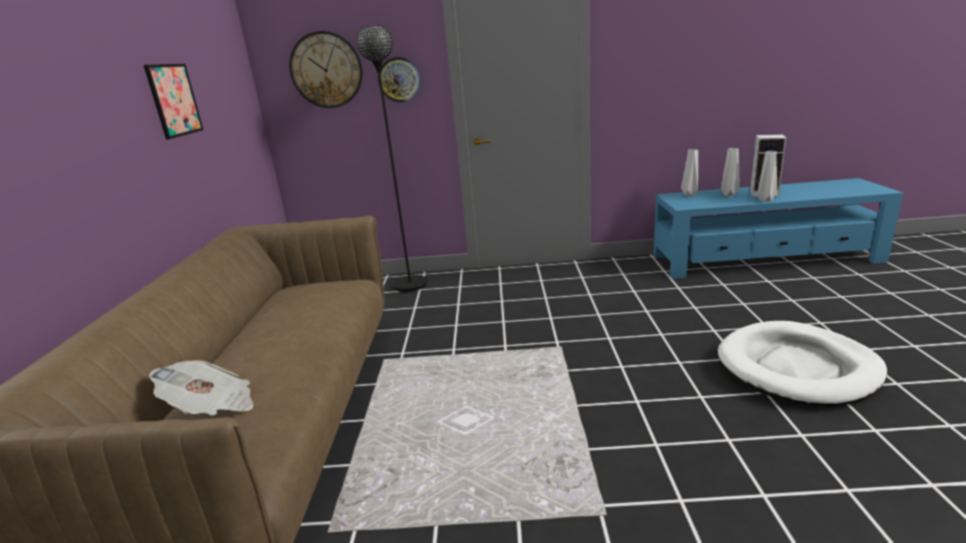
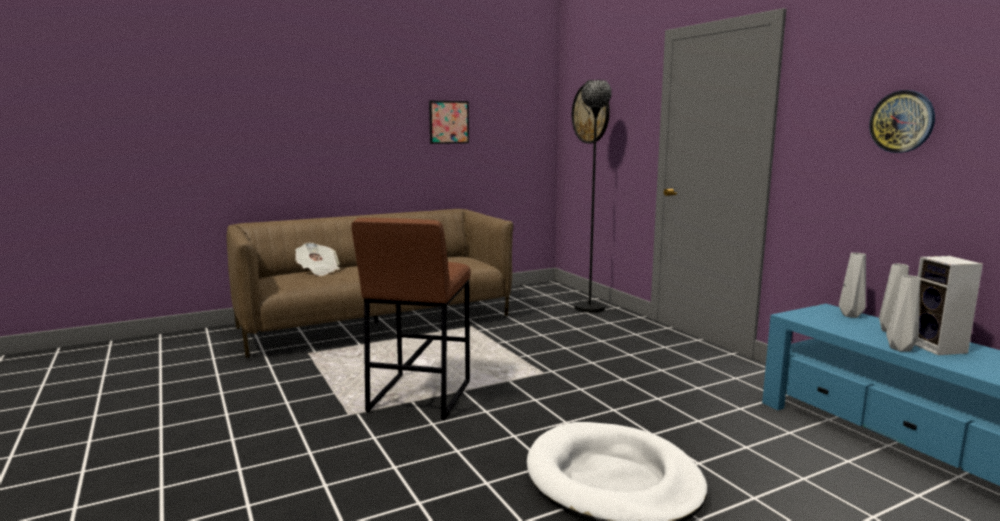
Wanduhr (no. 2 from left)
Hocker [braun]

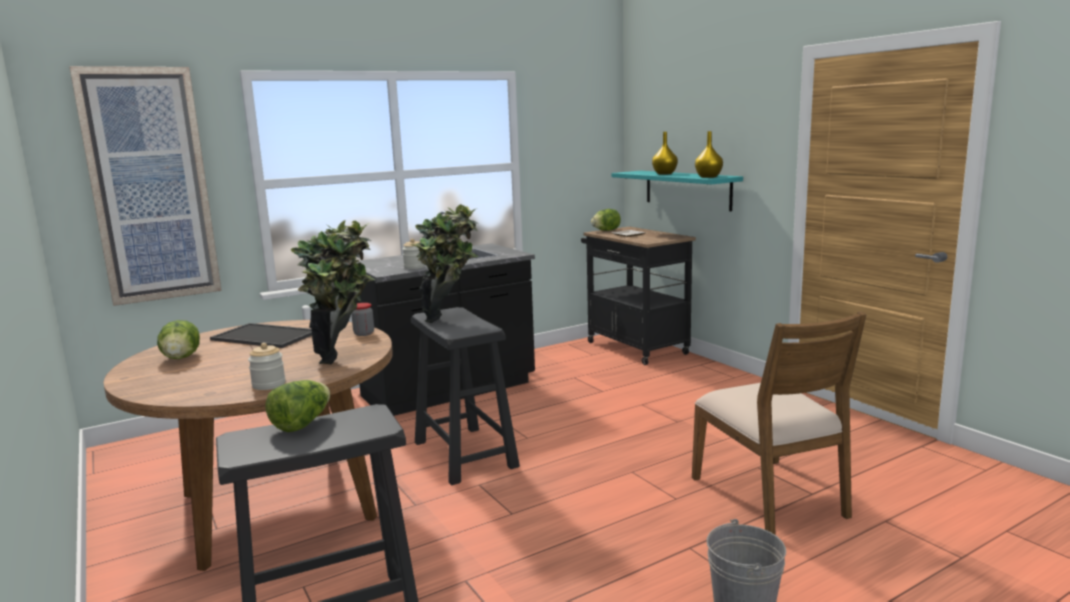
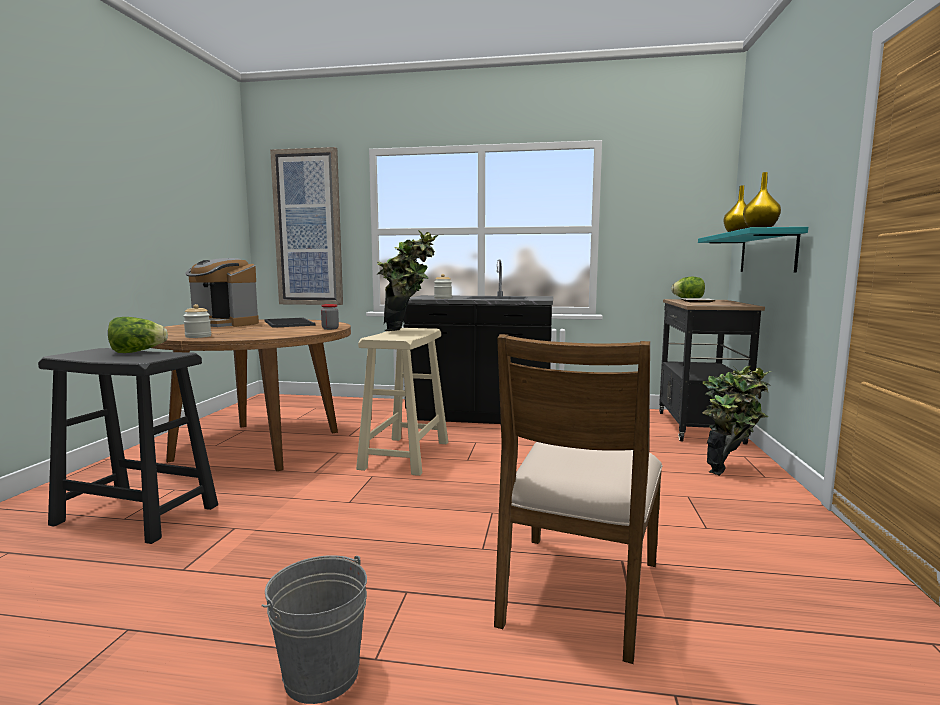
Kaffeemaschine
Topfpflanze (no. 2 from left)
Hocker [beige]

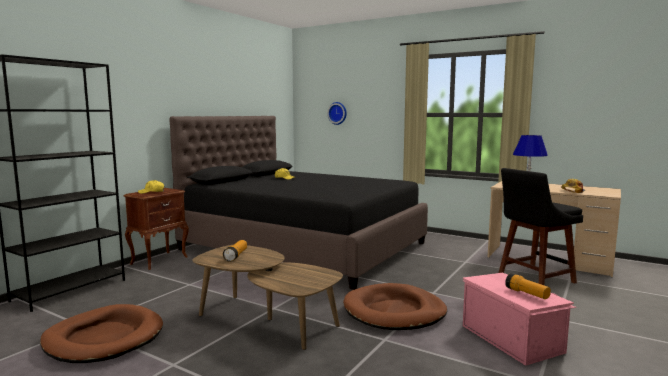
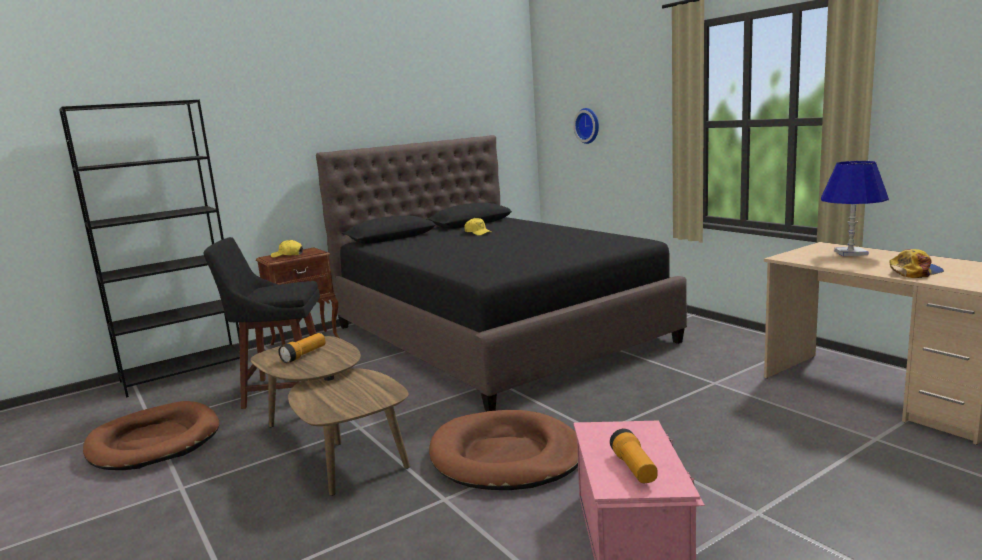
Hocker [schwarz]

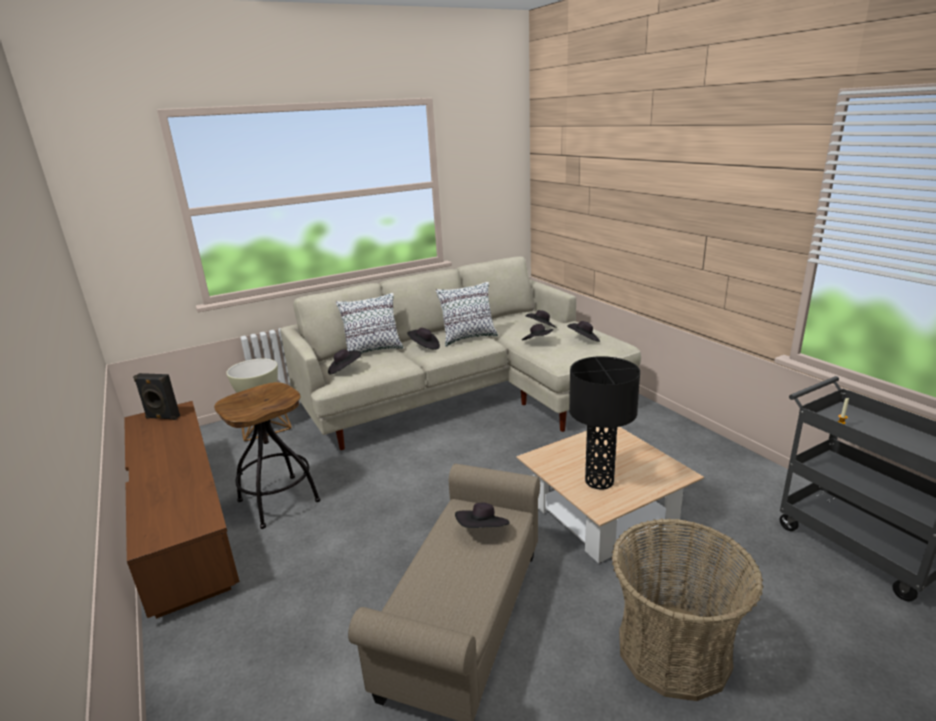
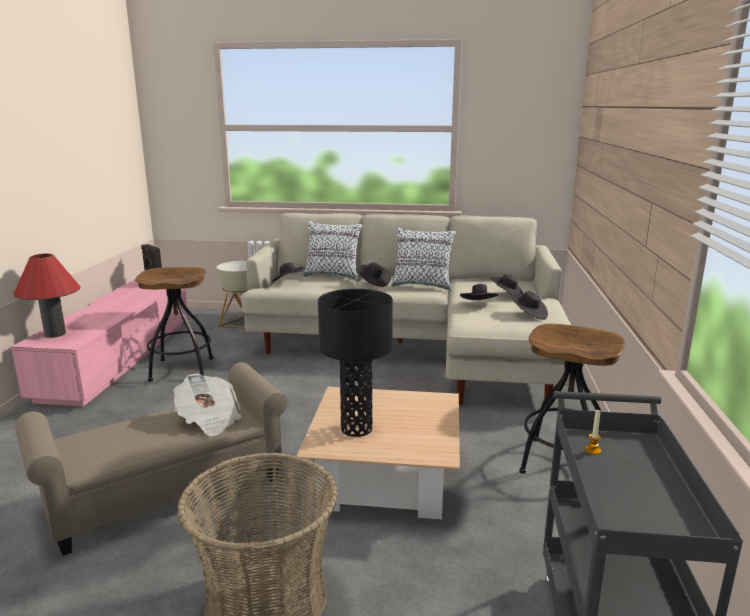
Fernsehschrank [rosa]
Zeitung
Tischlampe [rot]
Hocker [braun] (no. 2 from left)

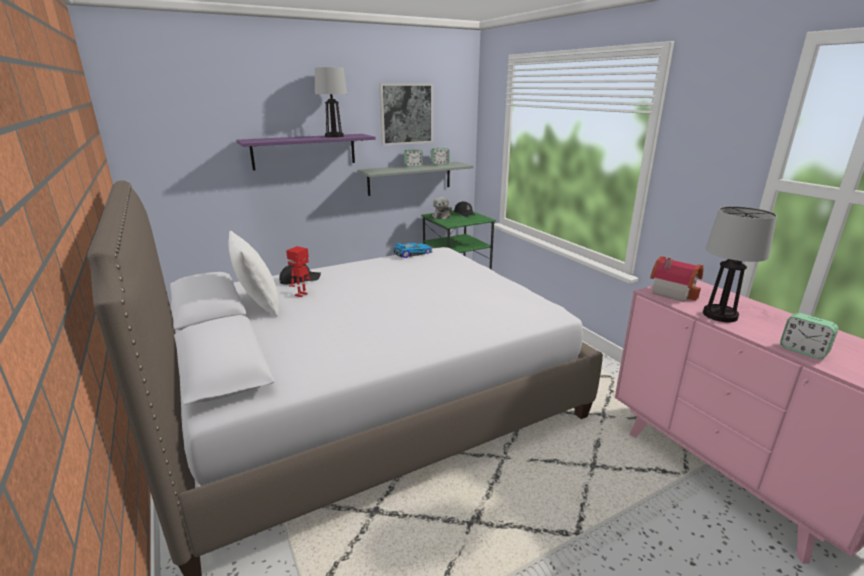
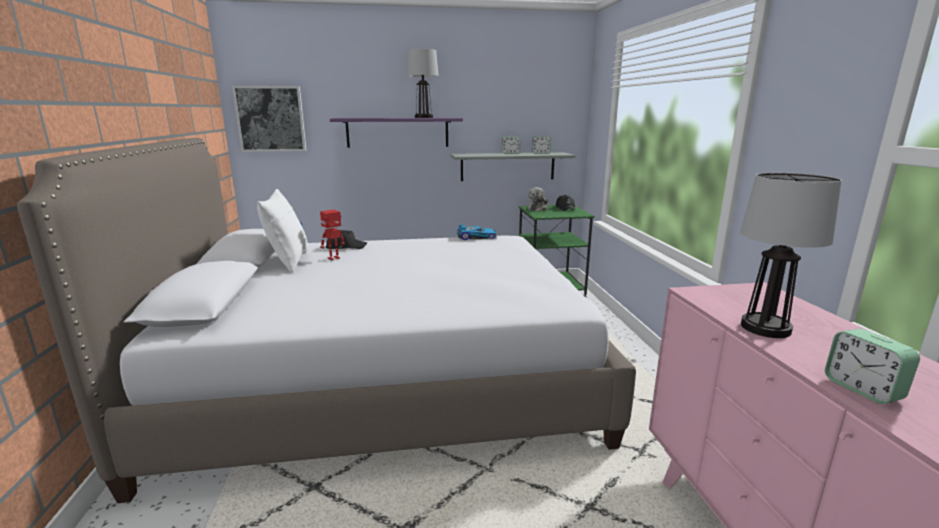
Bild
Spielzeughaus

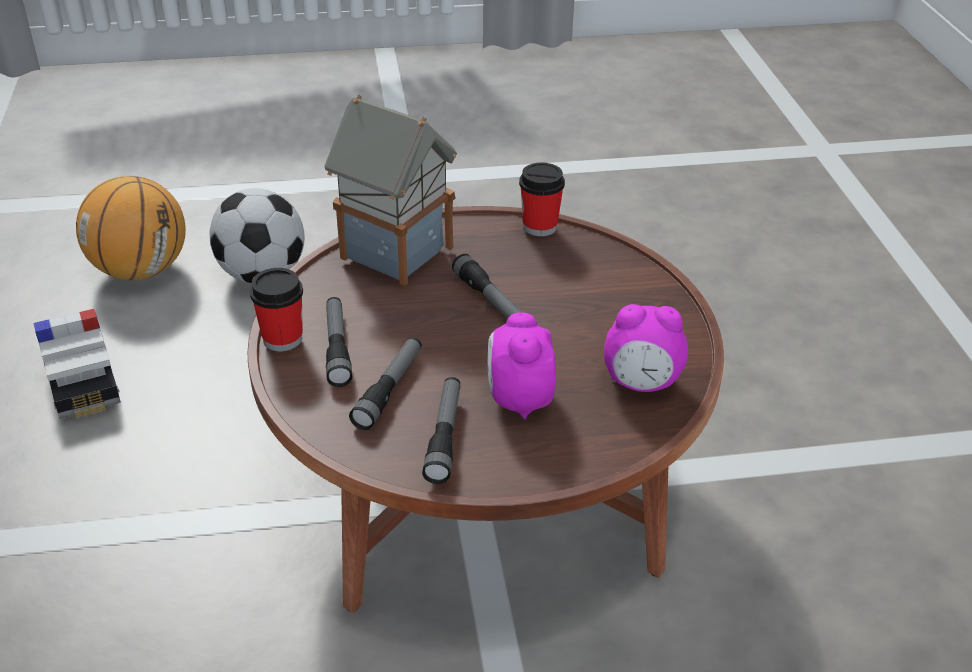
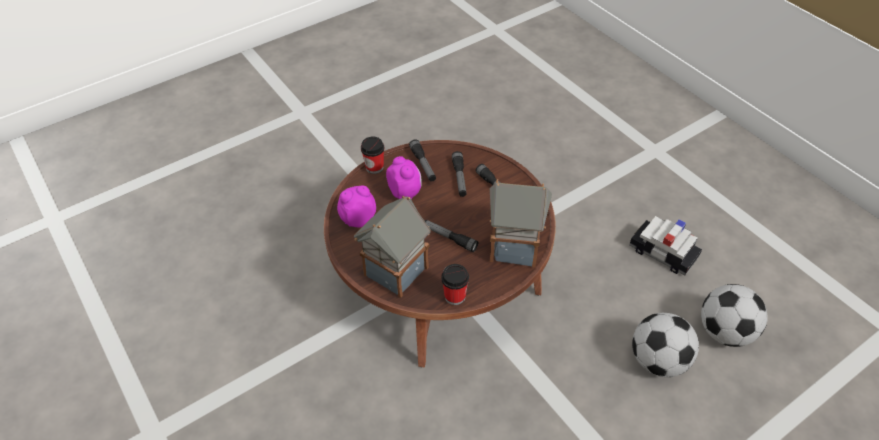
Fußball (no. 2 from left)
Tasse (no. 1 from left)
Spielzeughaus (no. 1 from left)

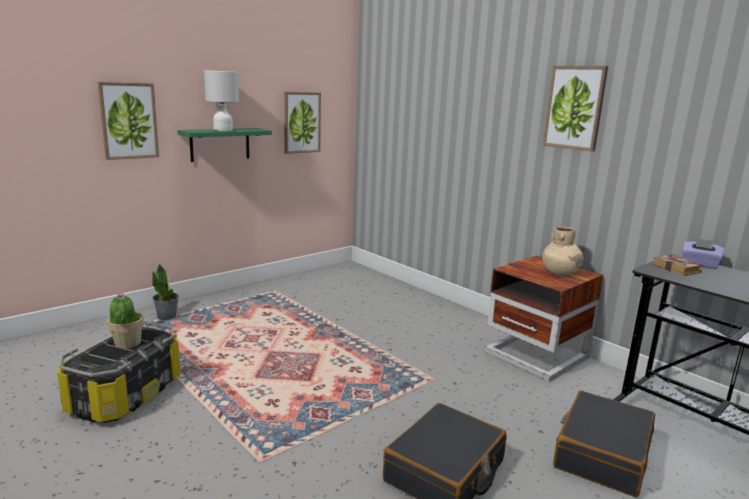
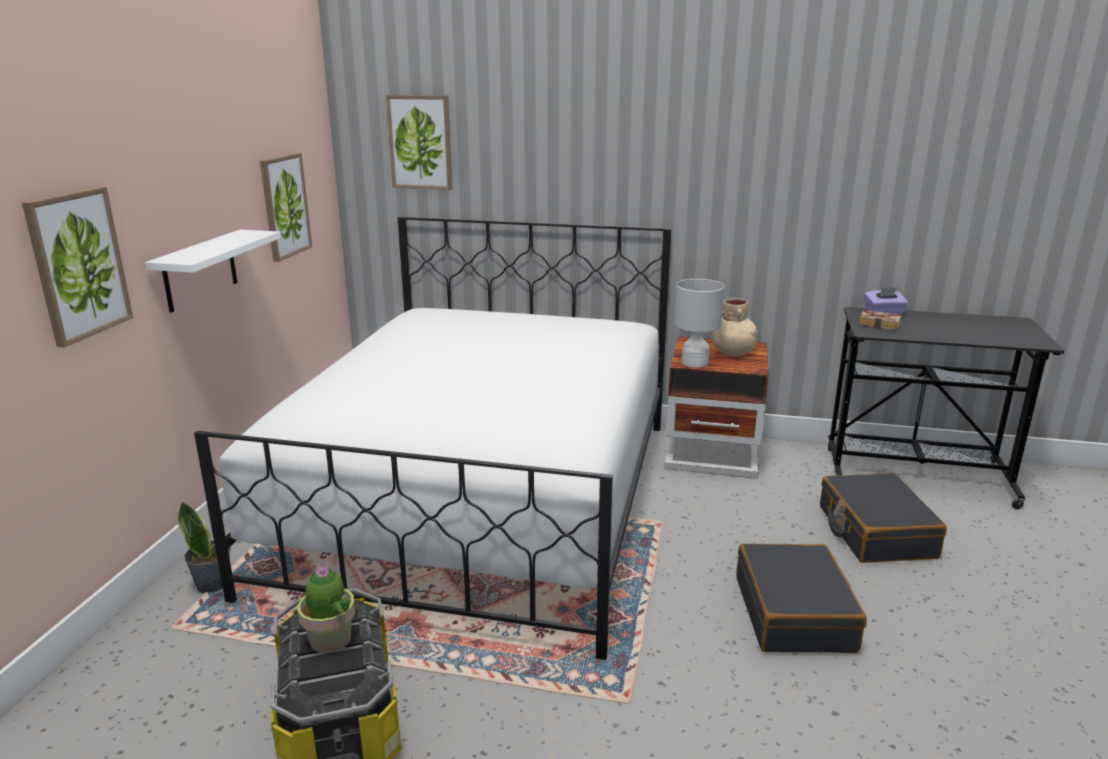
Wandregal [weiß]
Tischlampe [grau]
Bild (no. 3 from left)
Bett [weiß]

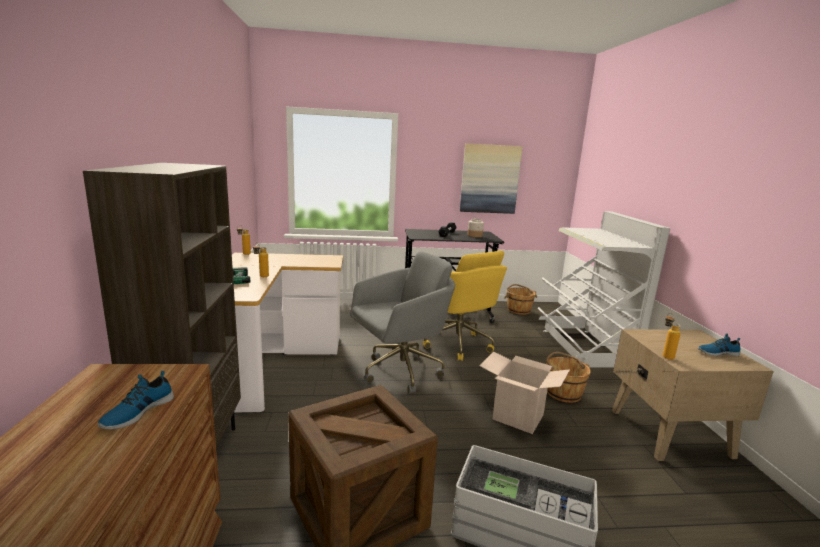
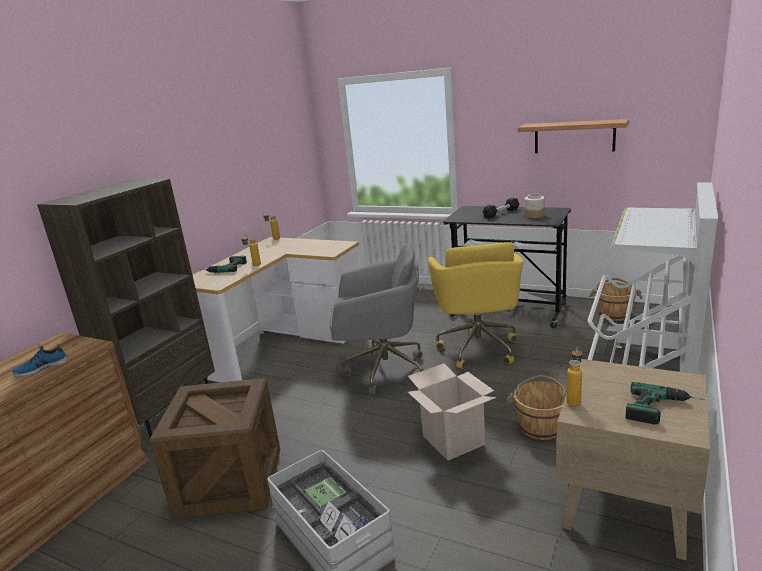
Wandregal
Bohrmaschine (no. 2 from left)

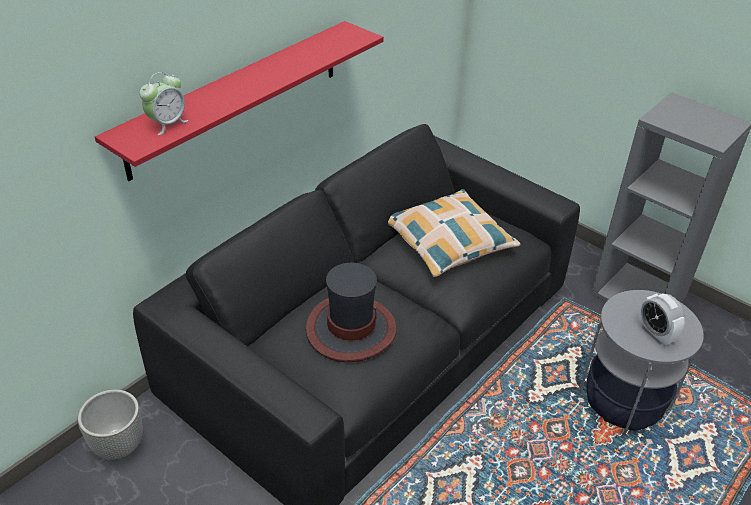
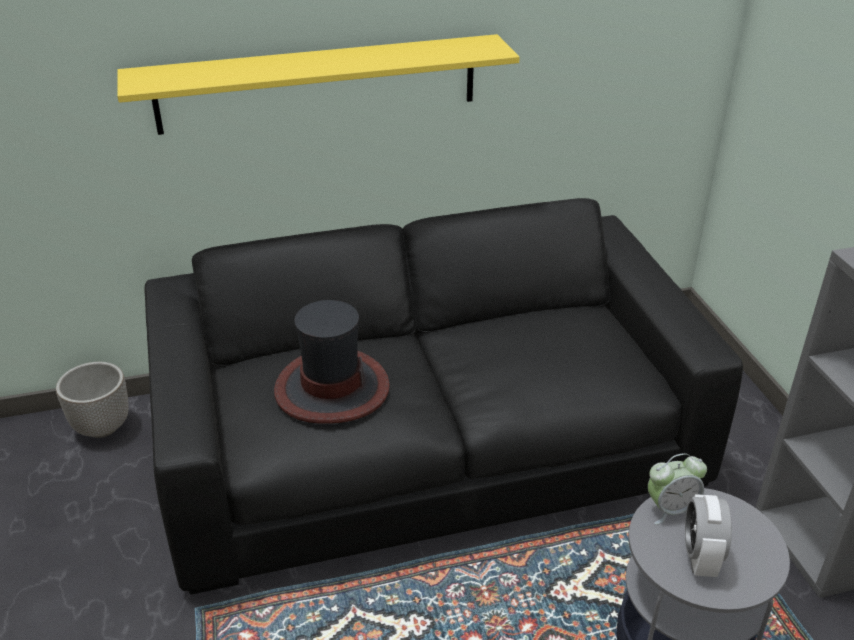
Wandregal [gelb]
Wecker (no. 1 from left)
Kissen

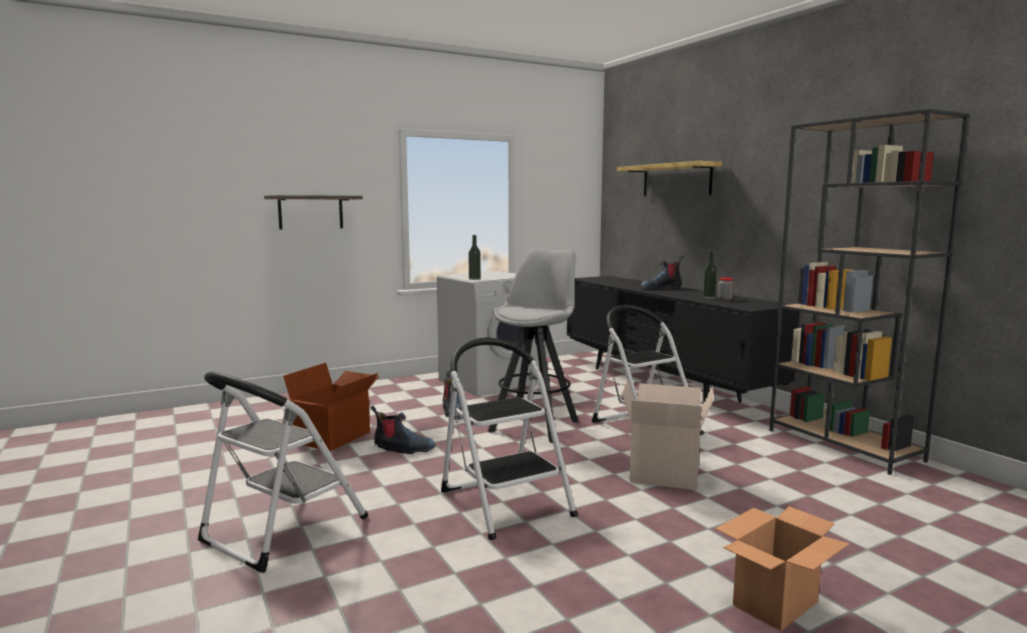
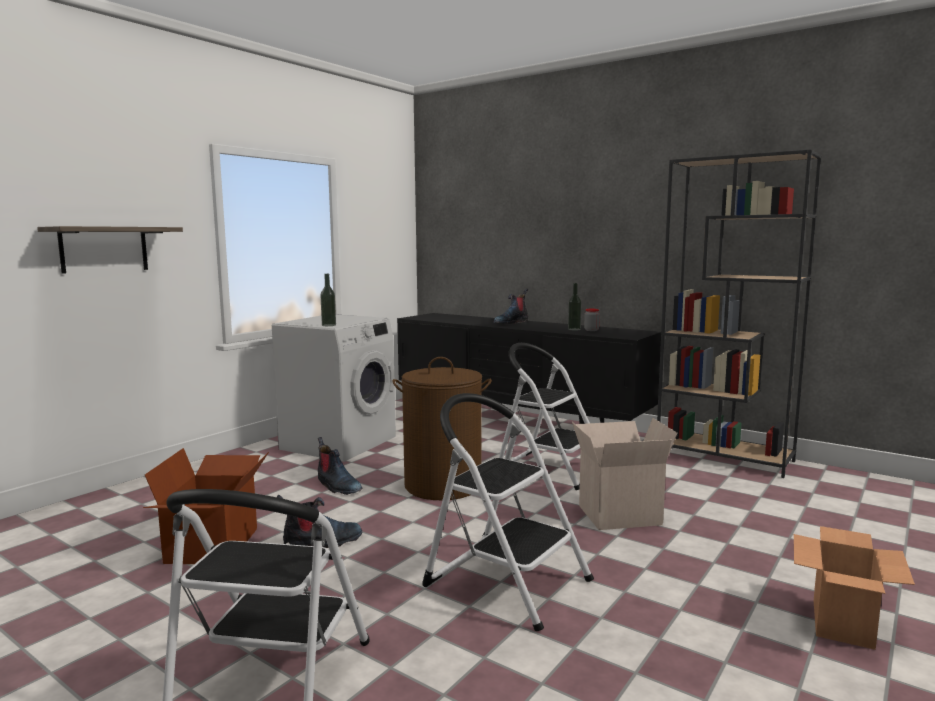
Wäschekorb [braun]
Wandregal (no. 2 from left in the first image)

